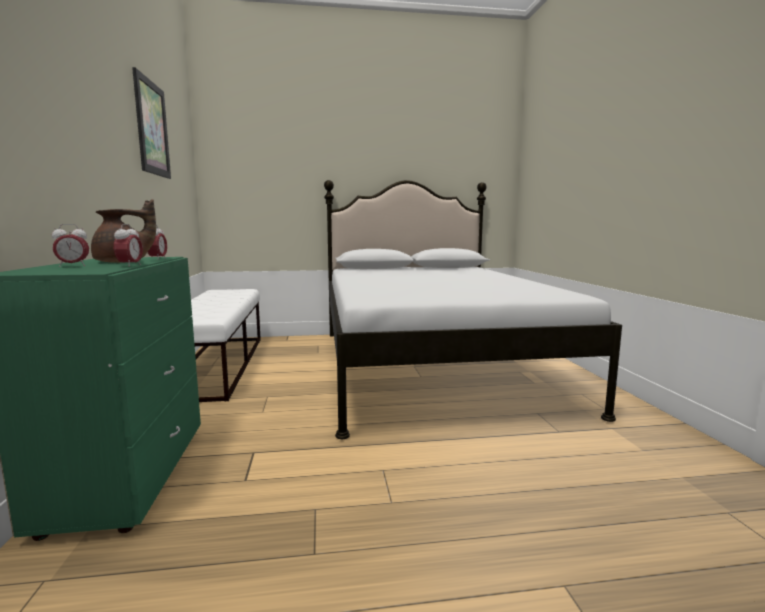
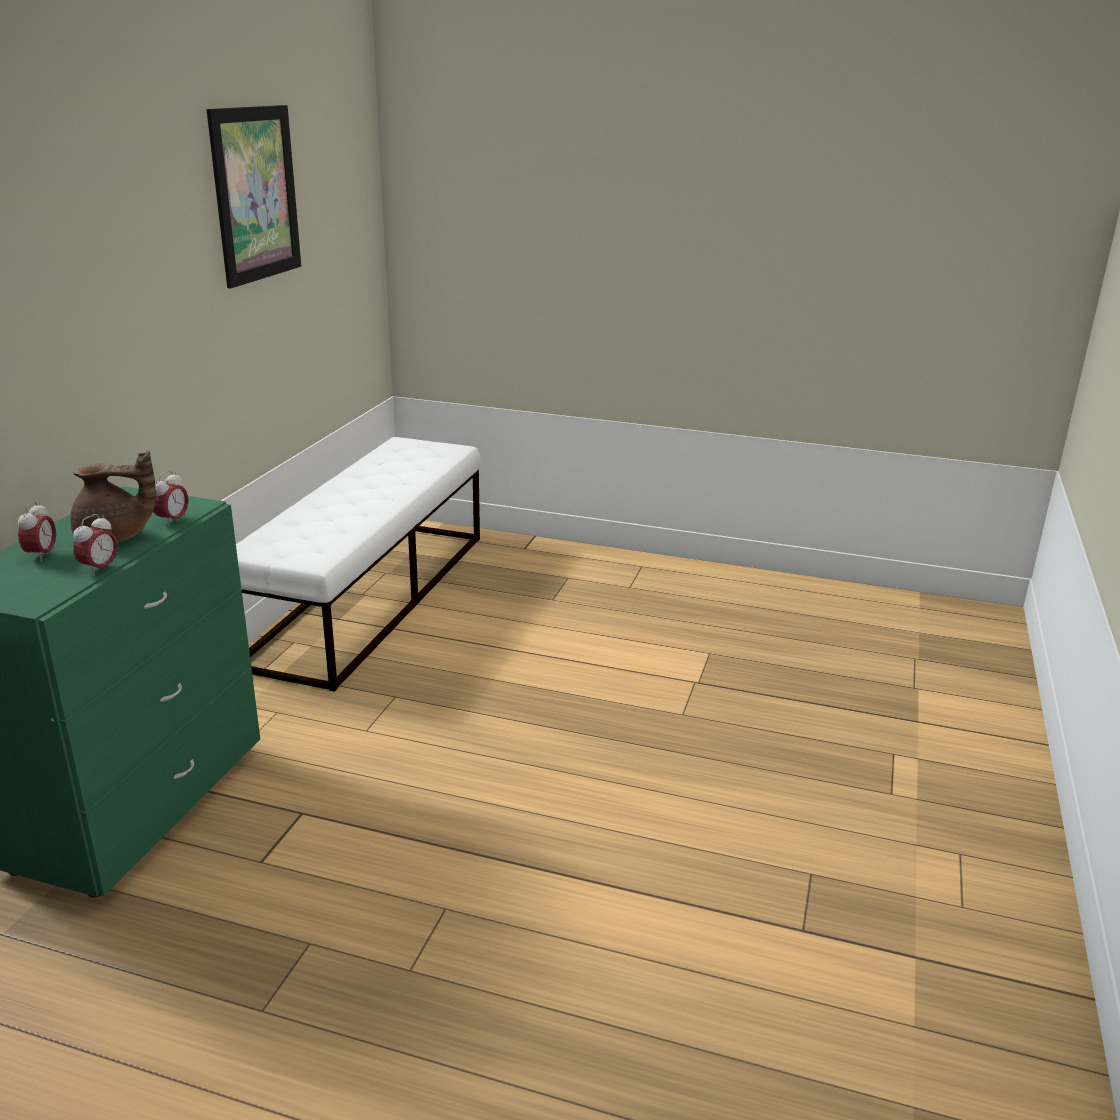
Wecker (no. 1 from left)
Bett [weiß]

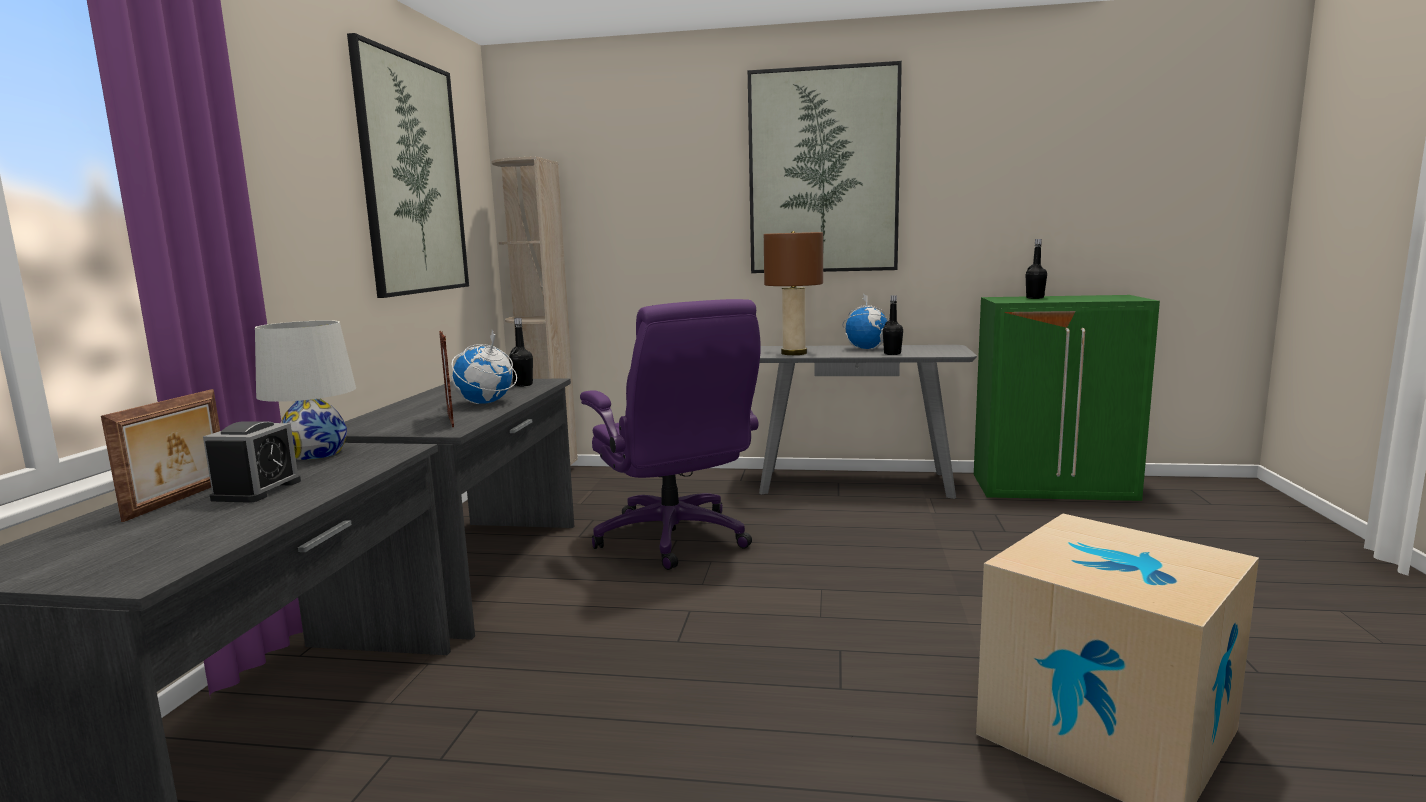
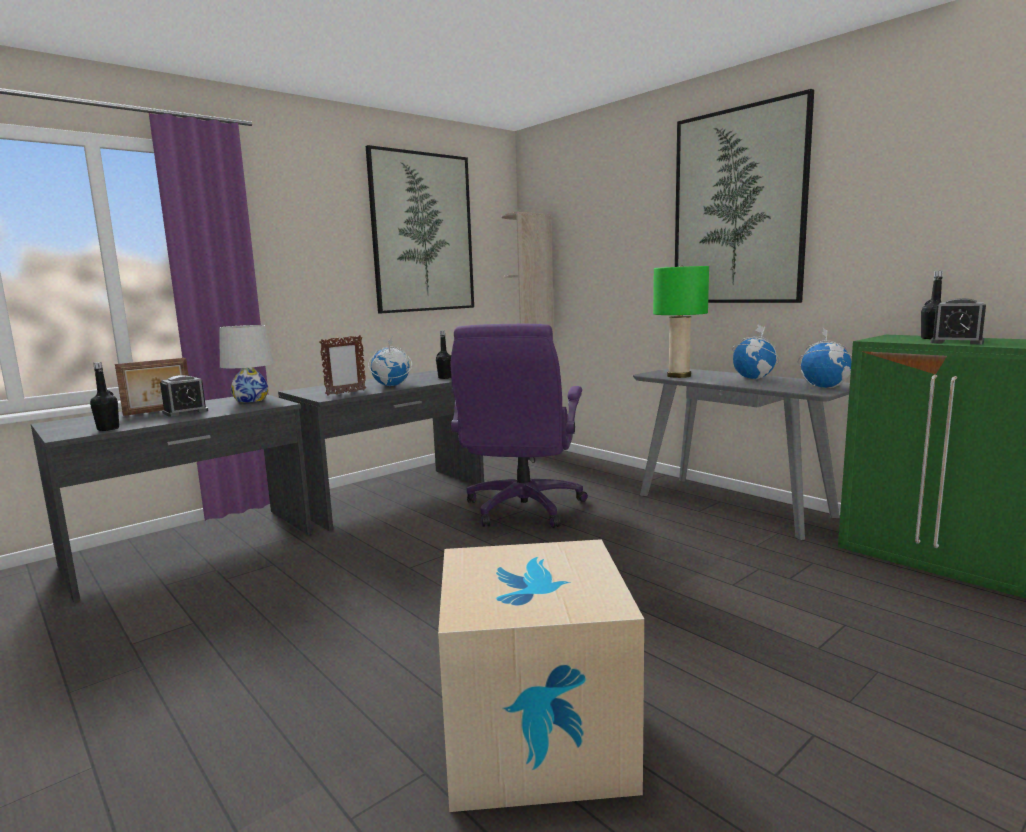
Bilderrahmen (no. 2 from left)
Tischlampe [grün]
Flasche [schwarz] (no. 1 from left)
Globus (no. 3 from left)
Wecker (no. 2 from left)

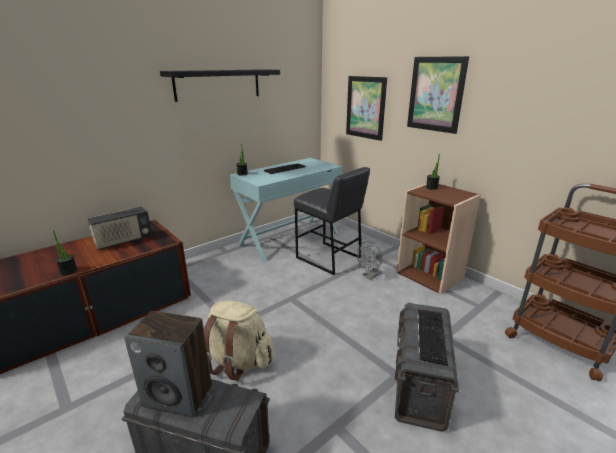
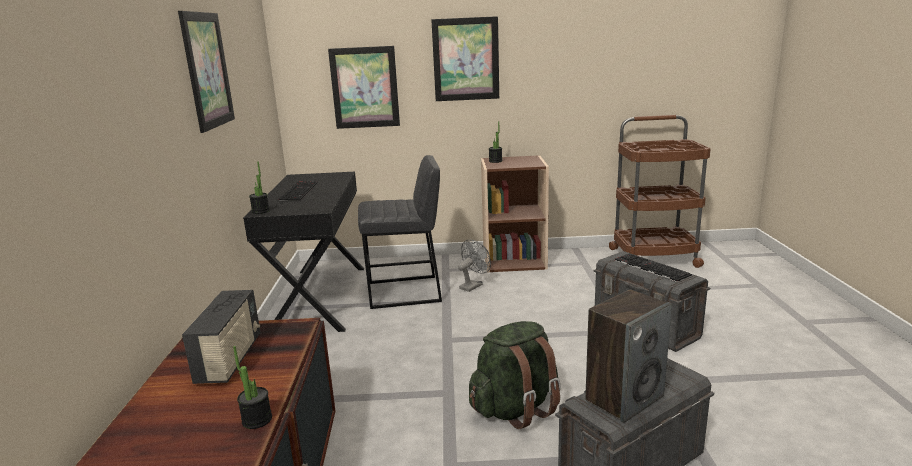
Bild (no. 1 from left)
Rucksack [grün]
Schreibtisch [schwarz]
Ventilator [grau]

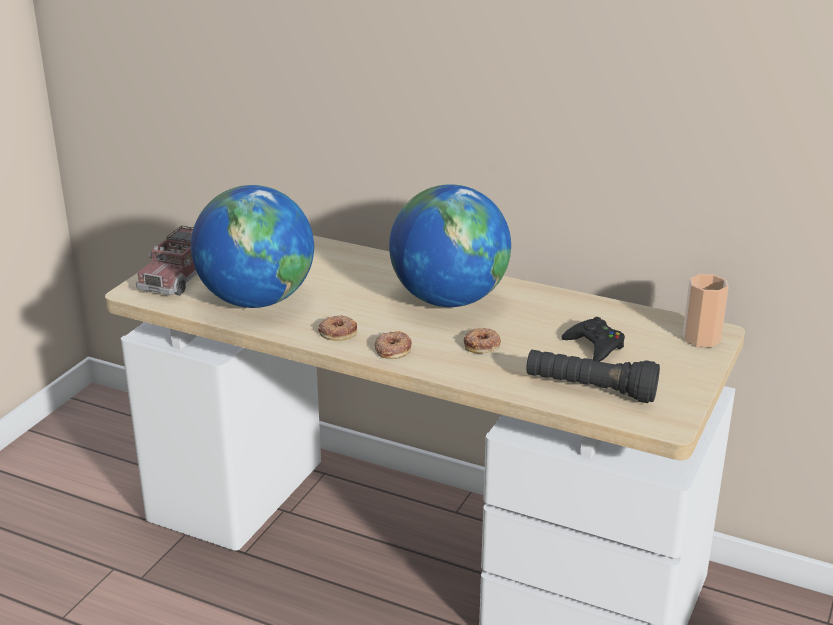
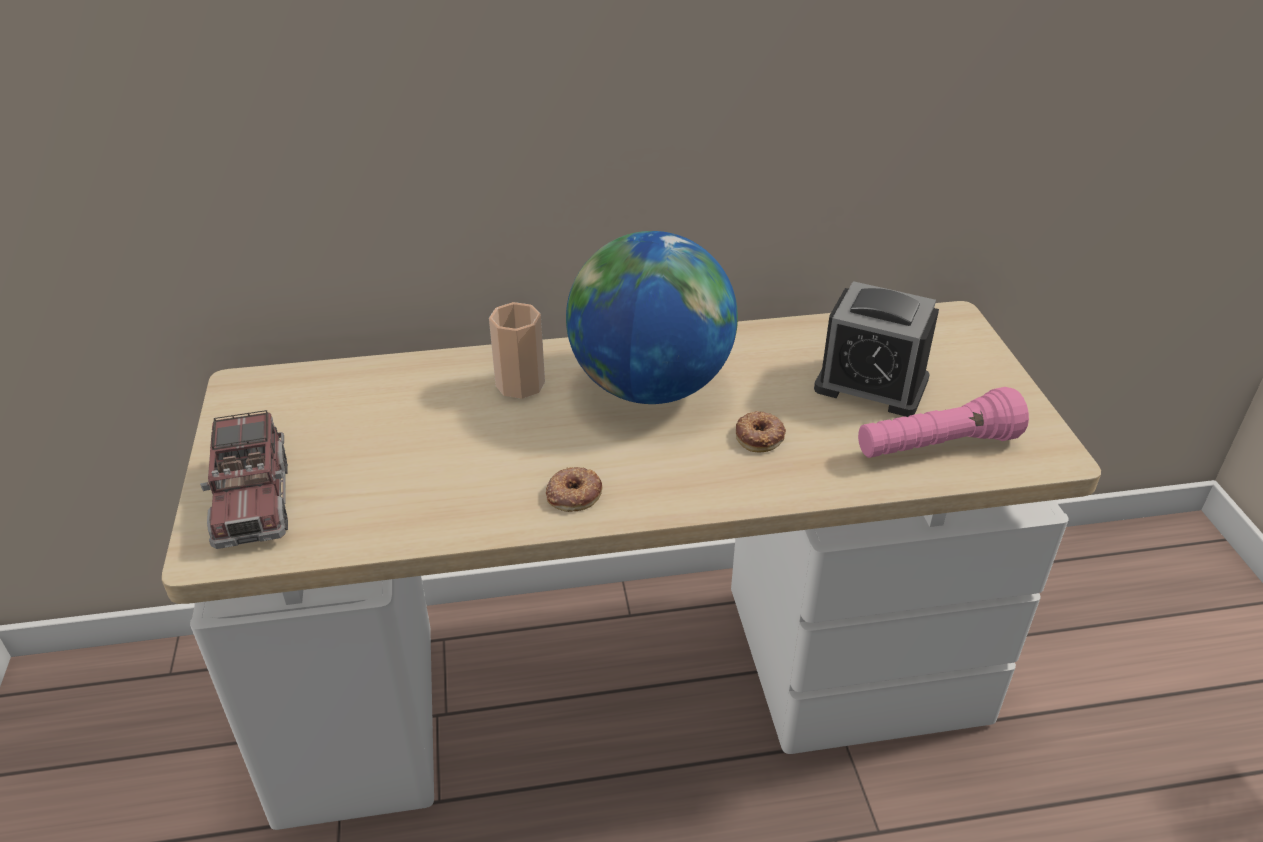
Globus (no. 1 from left in the first image)
Donut (no. 2 from left in the first image)
Taschenlampe [rosa]
Wecker
Tasse

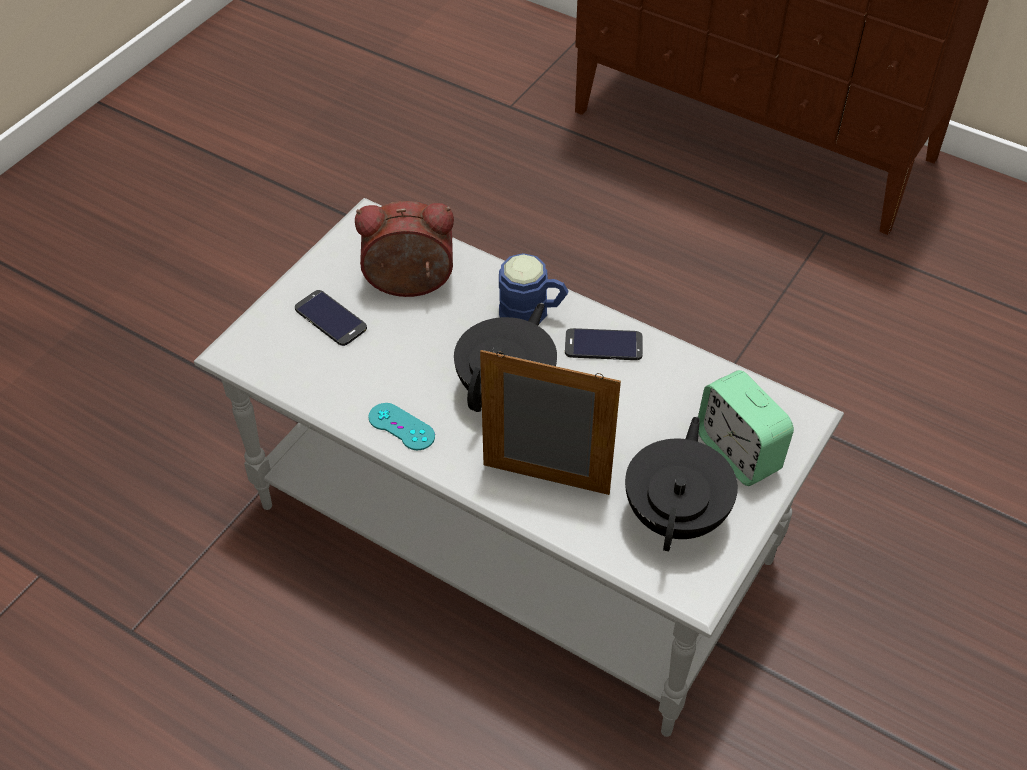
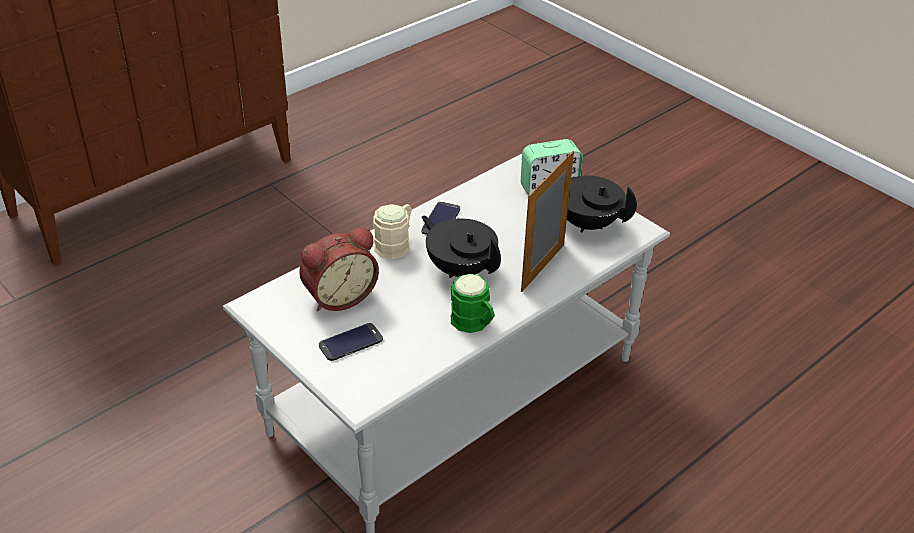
Wecker (no. 1 from left)
Henkelbecher [grün]
Henkelbecher [beige]

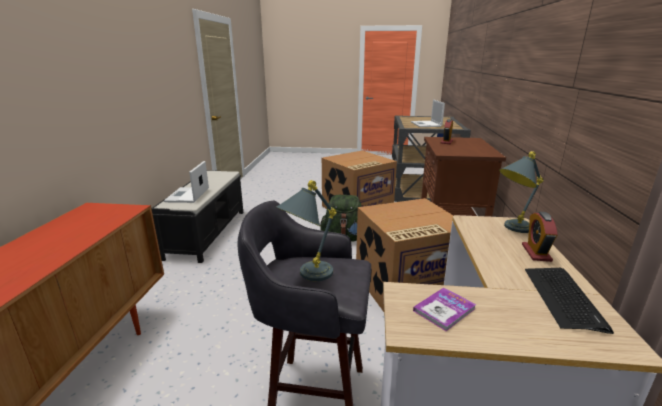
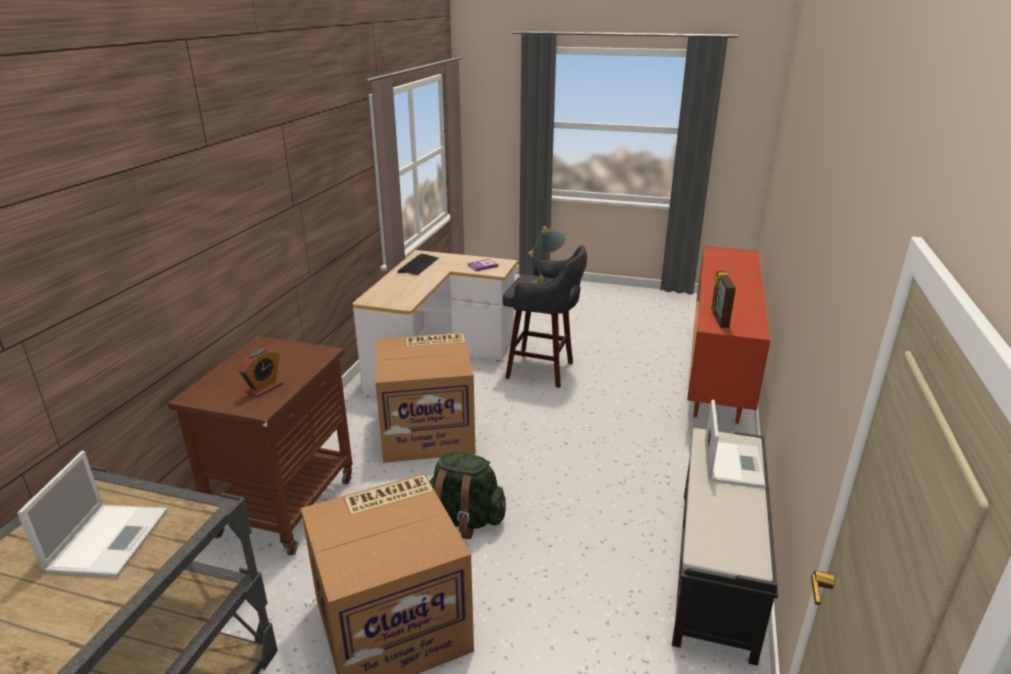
Tischlampe [grau] (no. 2 from left in the first image)
Wecker (no. 2 from left in the first image)
Bilderrahmen

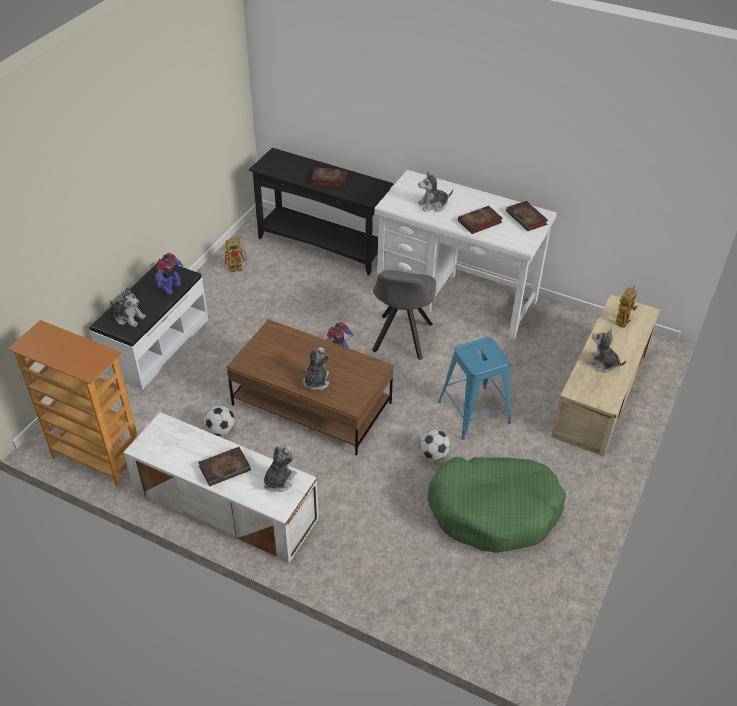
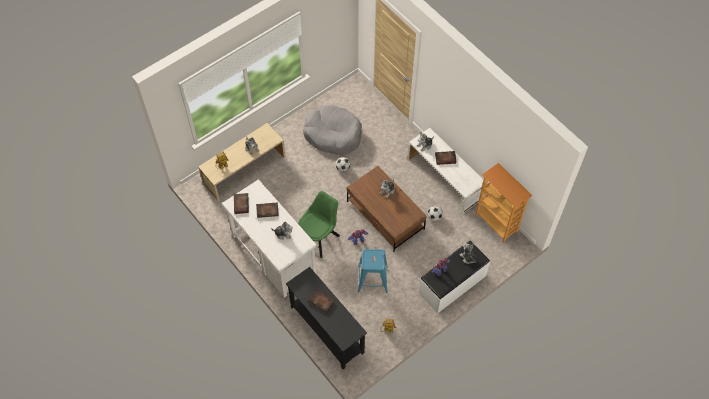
Stuhl [grün]
Hundebett [grau]
Hocker [blau]

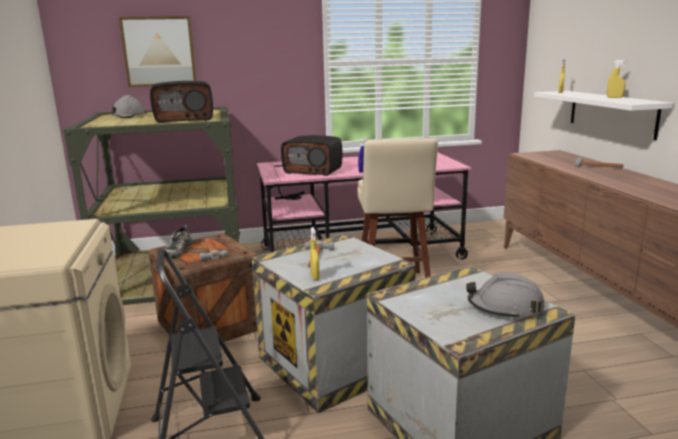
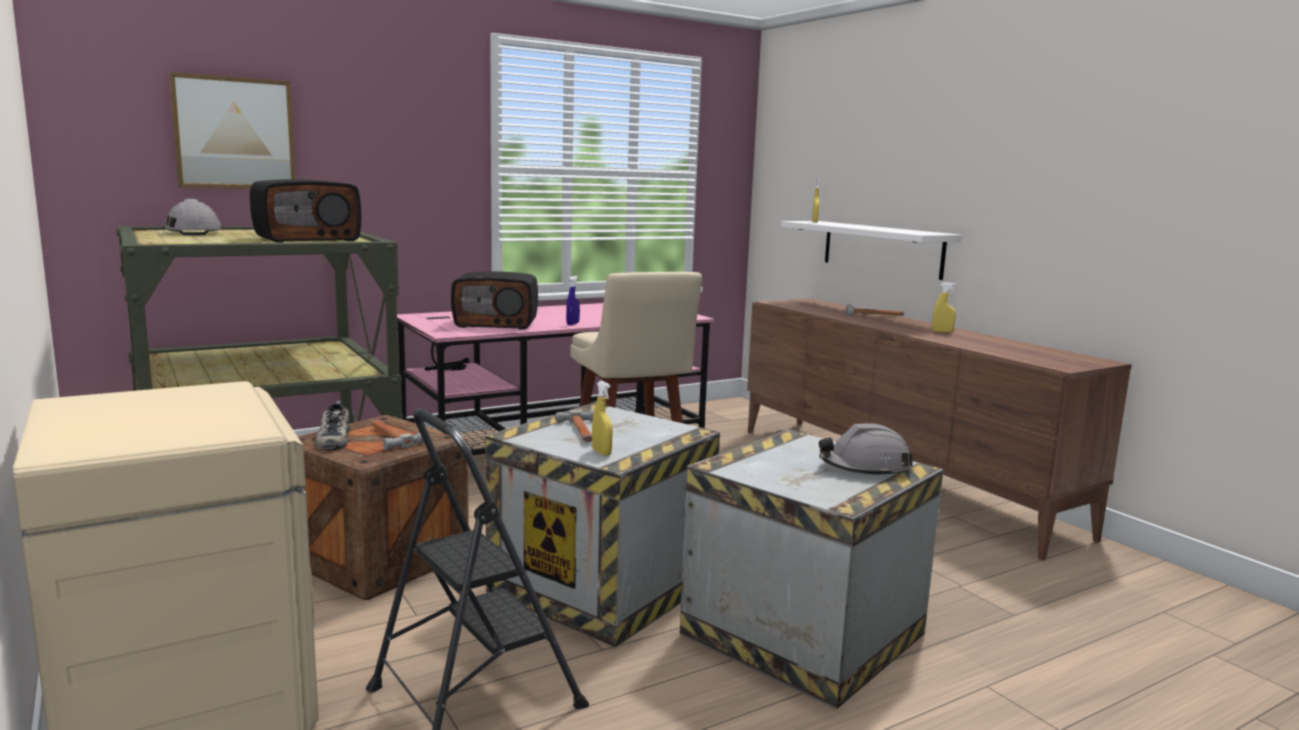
Sprühflasche [gelb] (no. 3 from left)

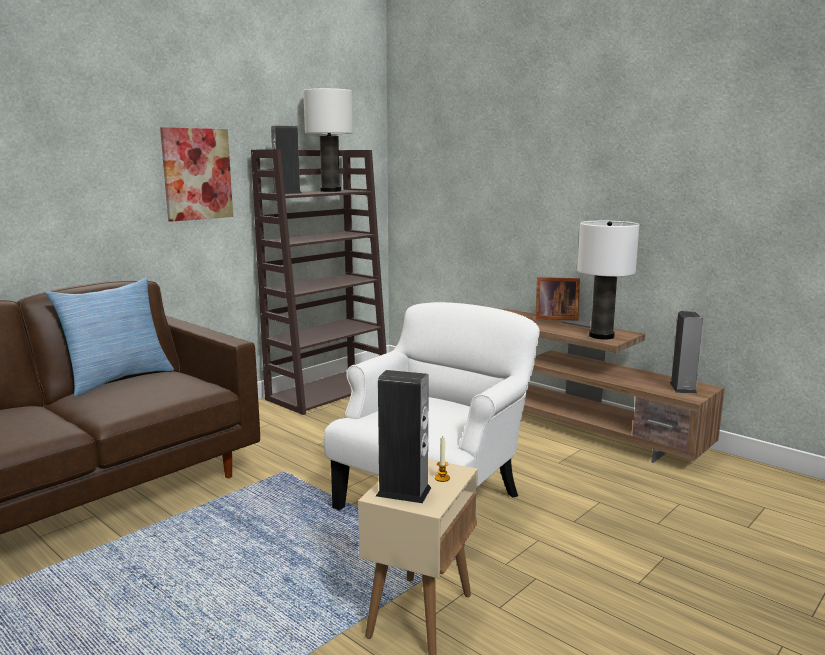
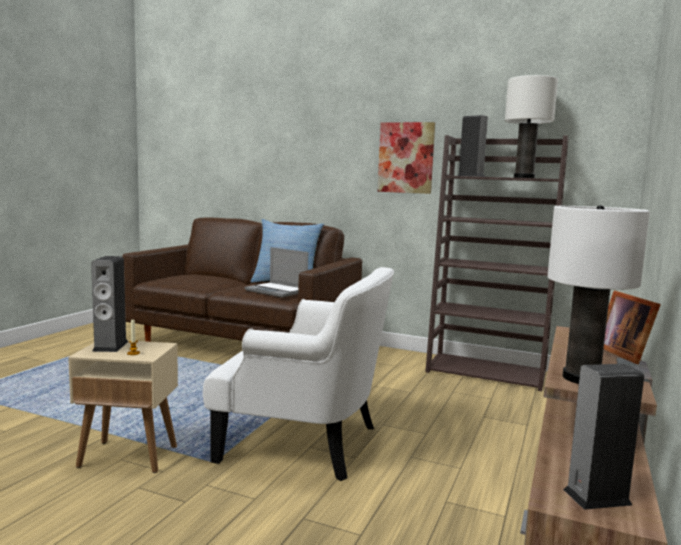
Laptop

